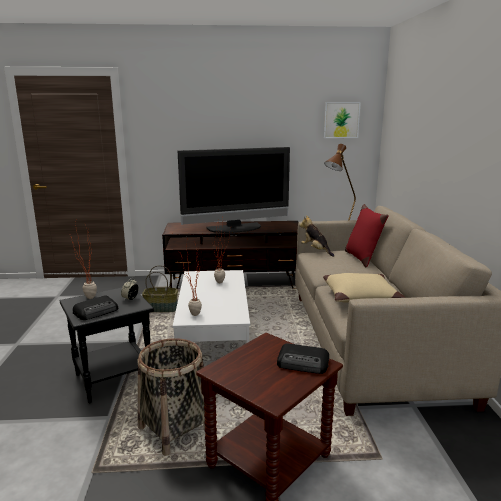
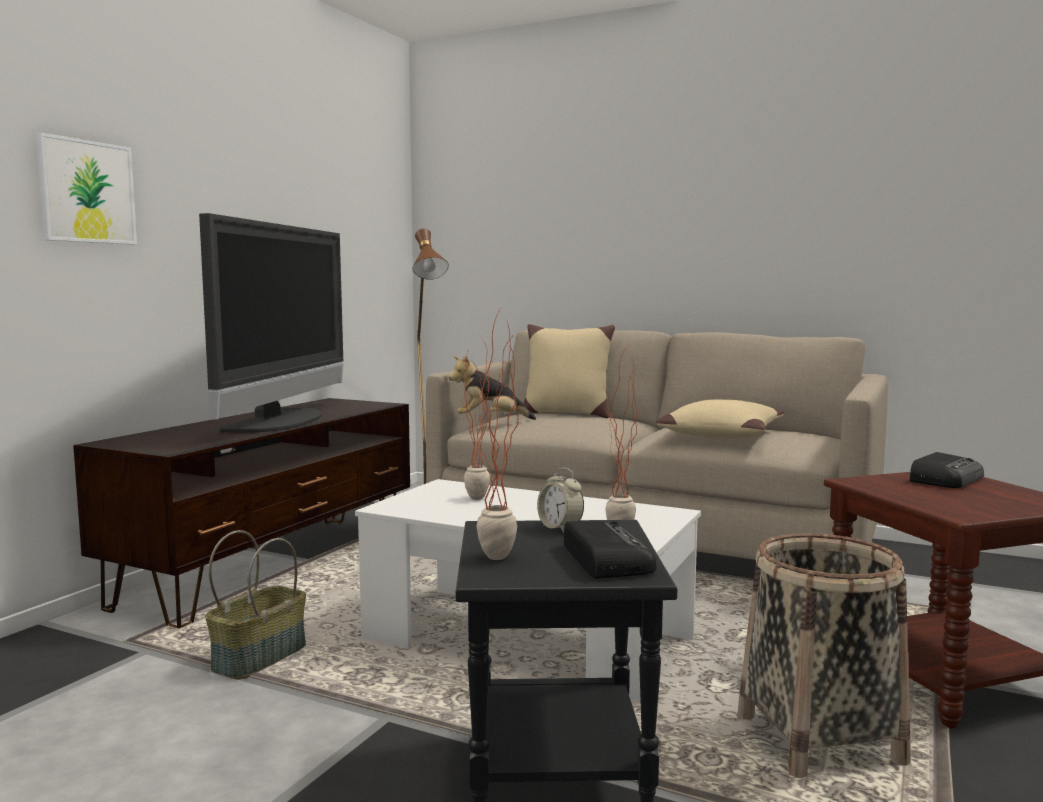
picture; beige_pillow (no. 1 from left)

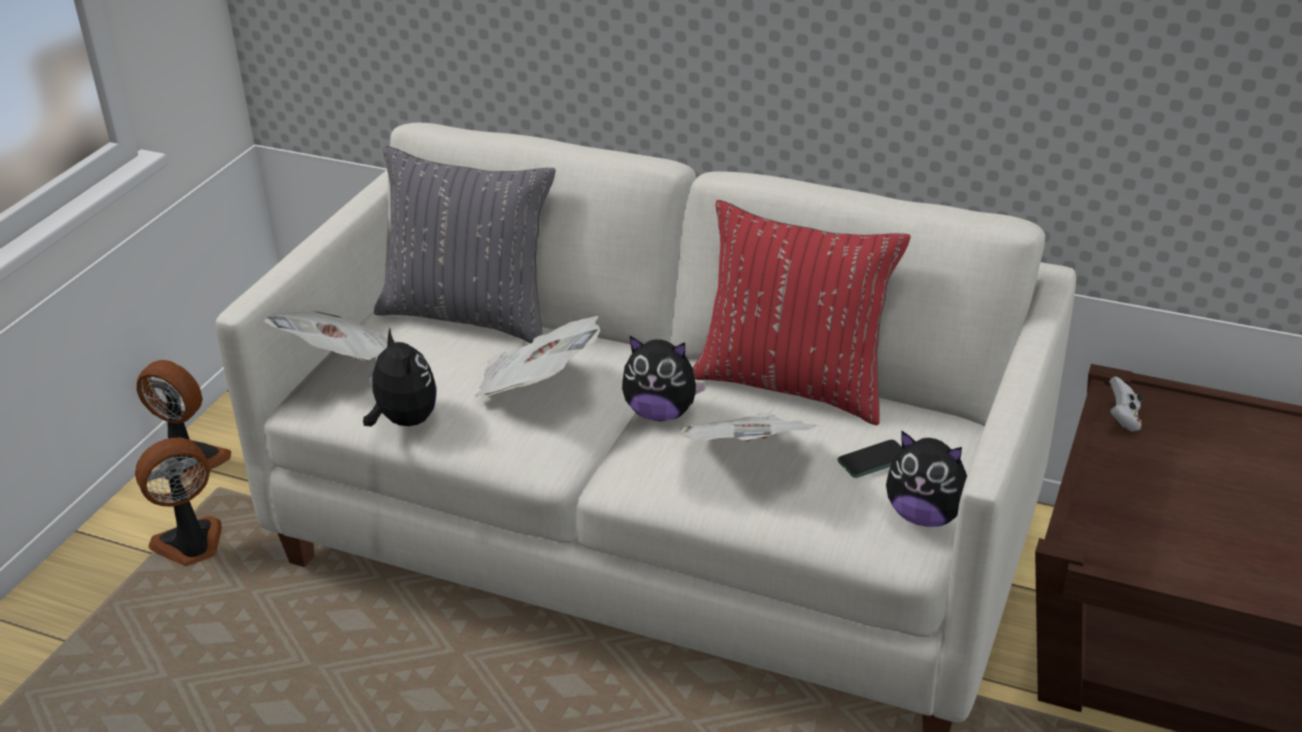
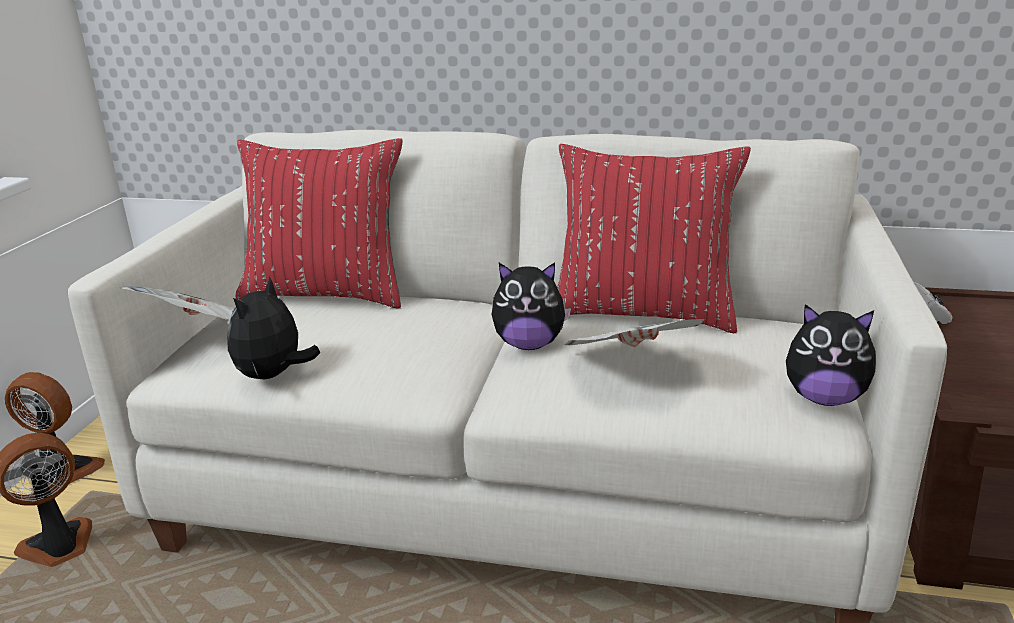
plush_toy (no. 1 from left); red_pillow (no. 1 from left); newspaper (no. 2 from left in the first image); phone

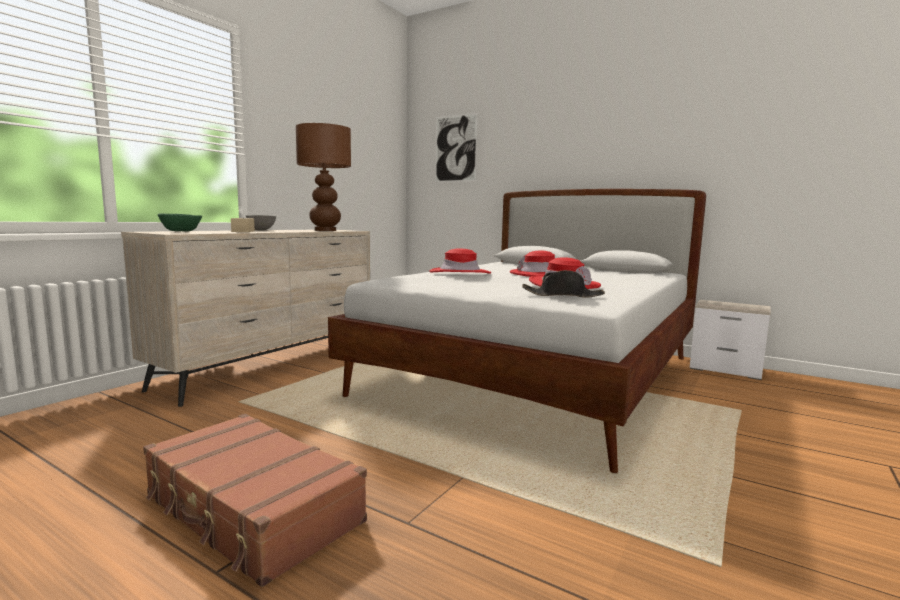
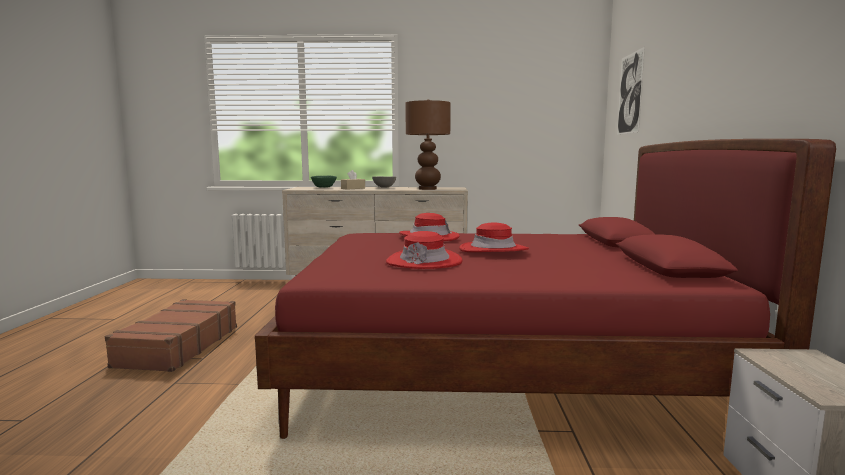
red_bed; black_hat

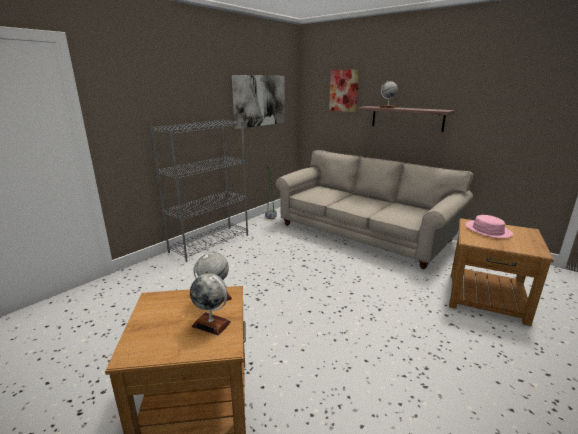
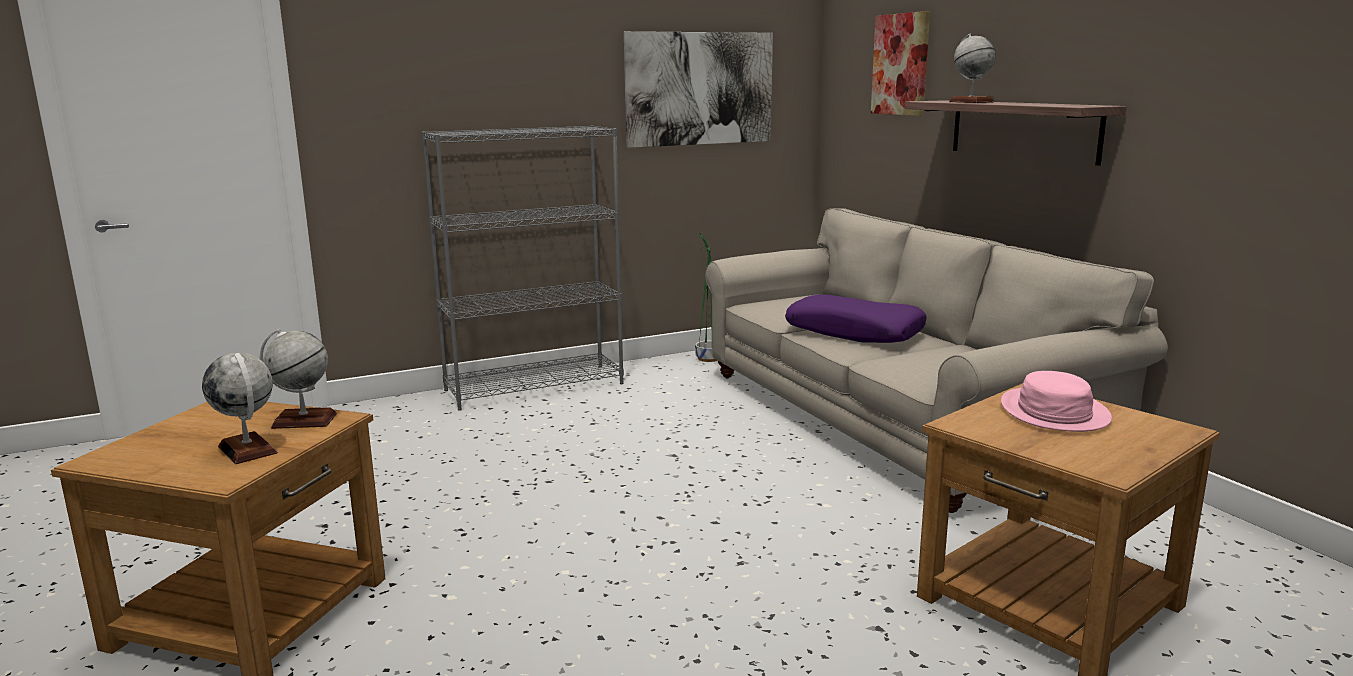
purple_pillow

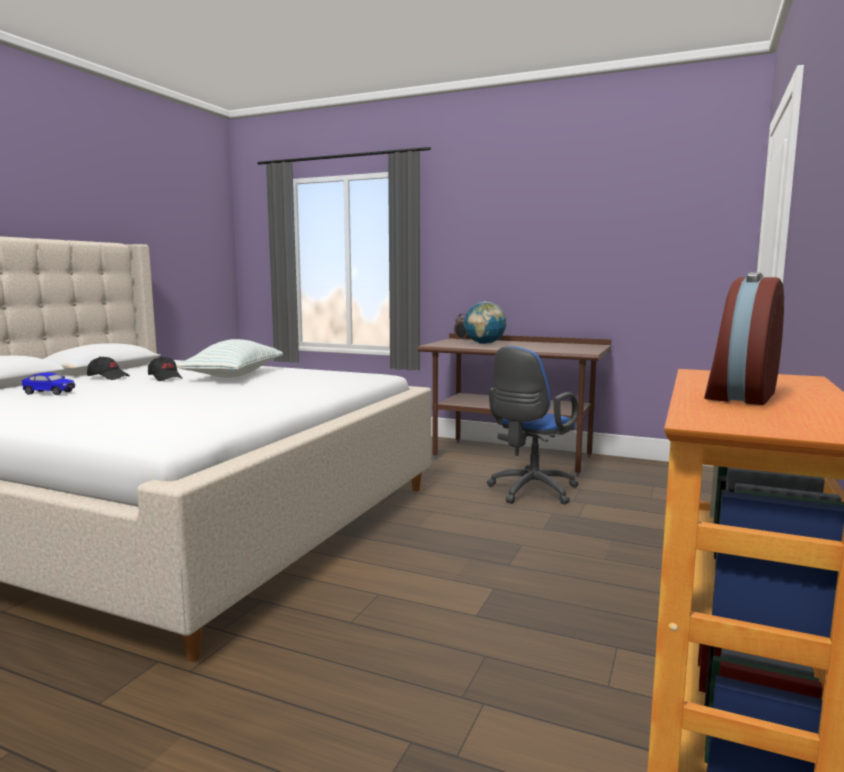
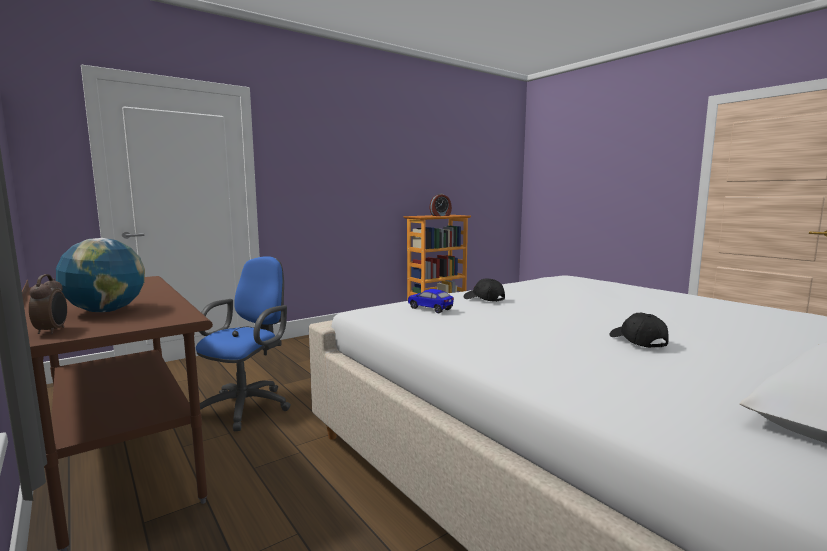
blue_office_chair; toy_car; black_cap (no. 1 from left); pillow

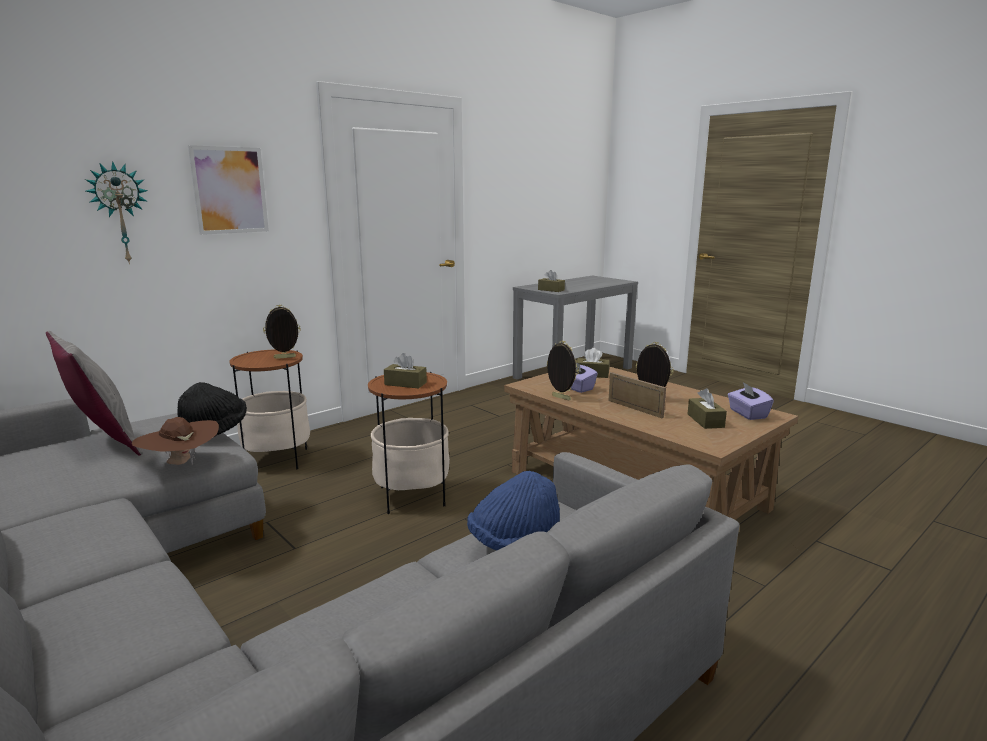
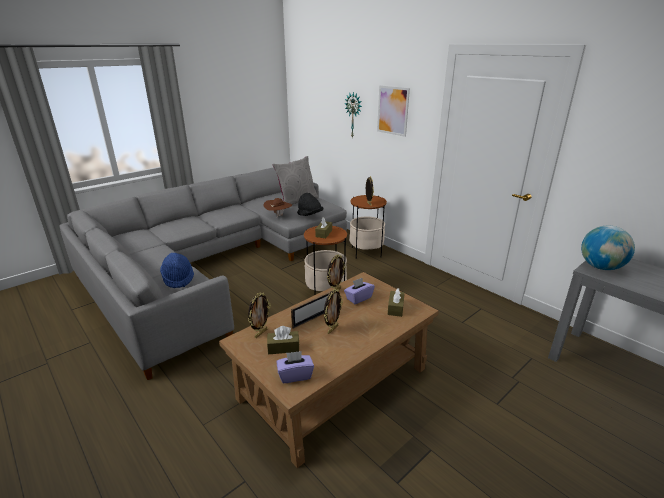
picture_frame (no. 1 from left); globe

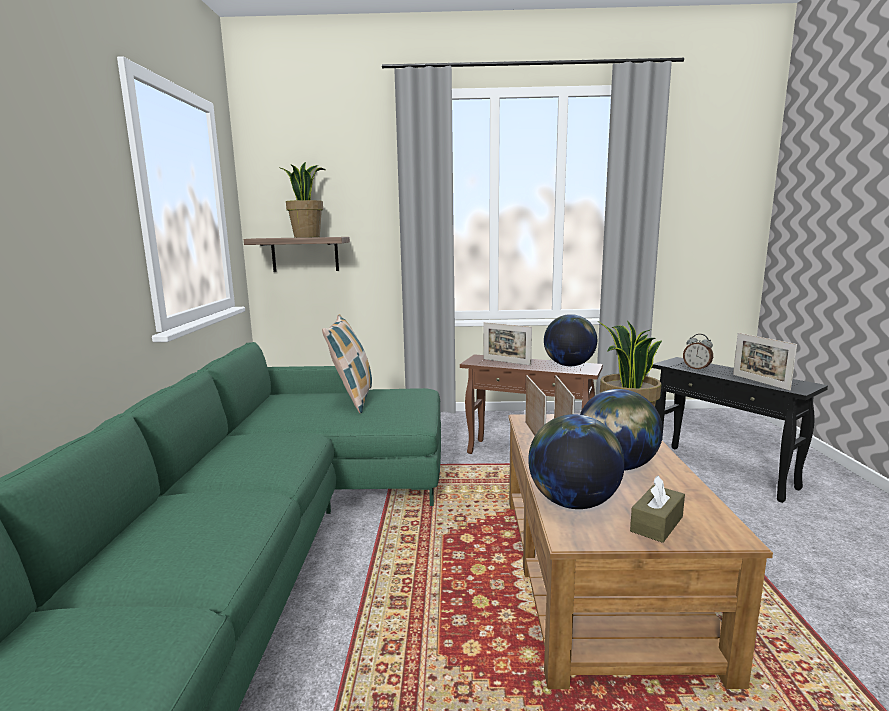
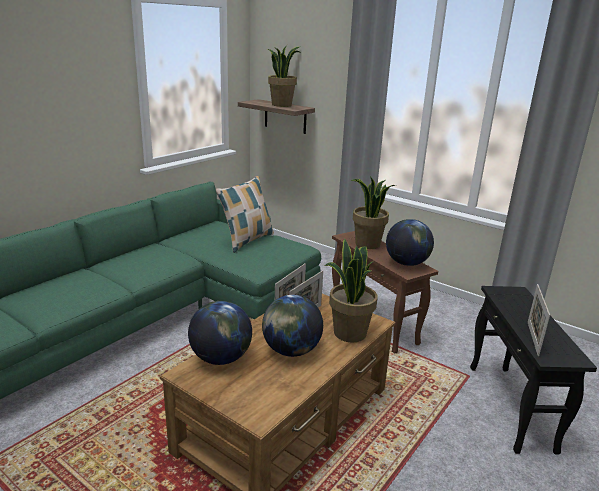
potted_plant (no. 3 from left); brown_tissue_box; alarm_clock

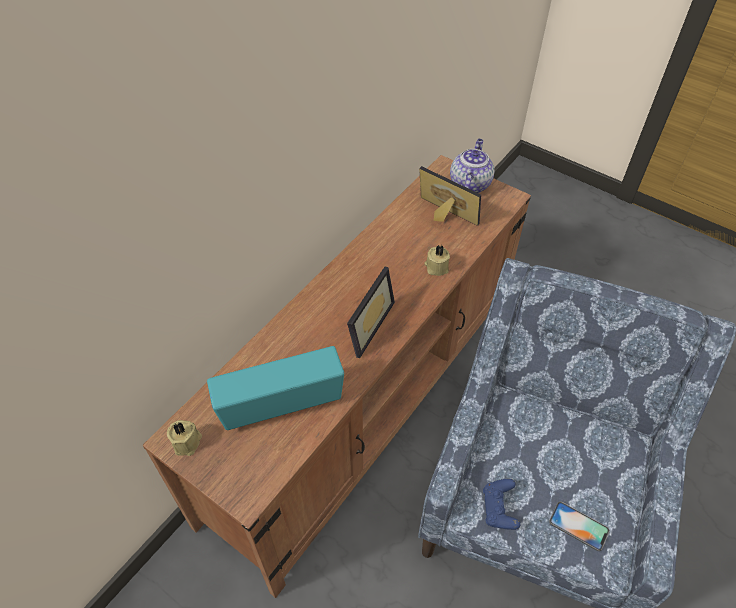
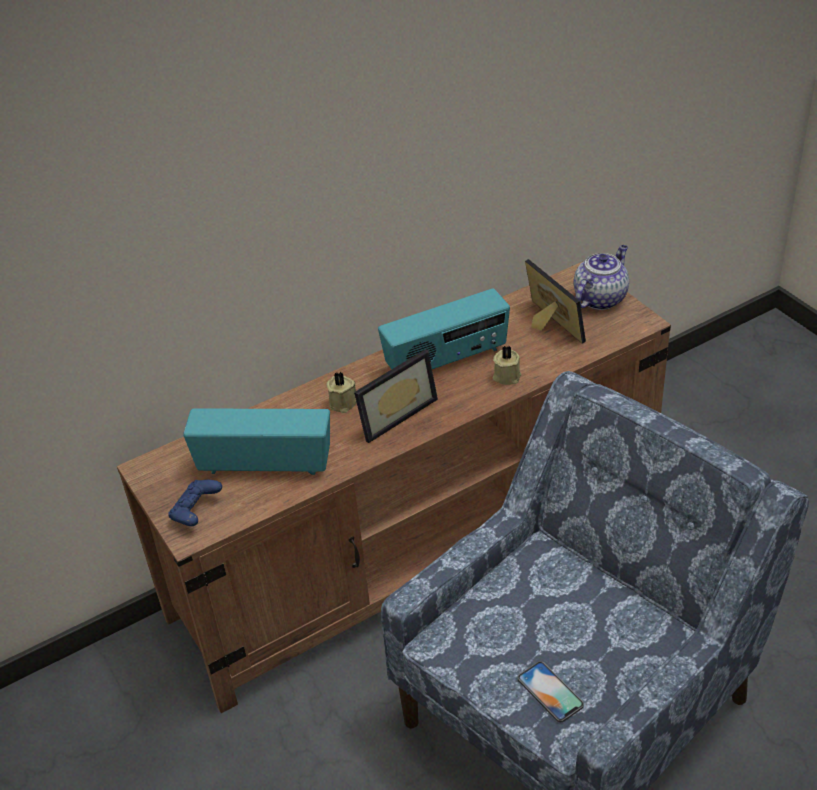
blue_game_controller; beige_candle (no. 1 from left); radio (no. 2 from left)

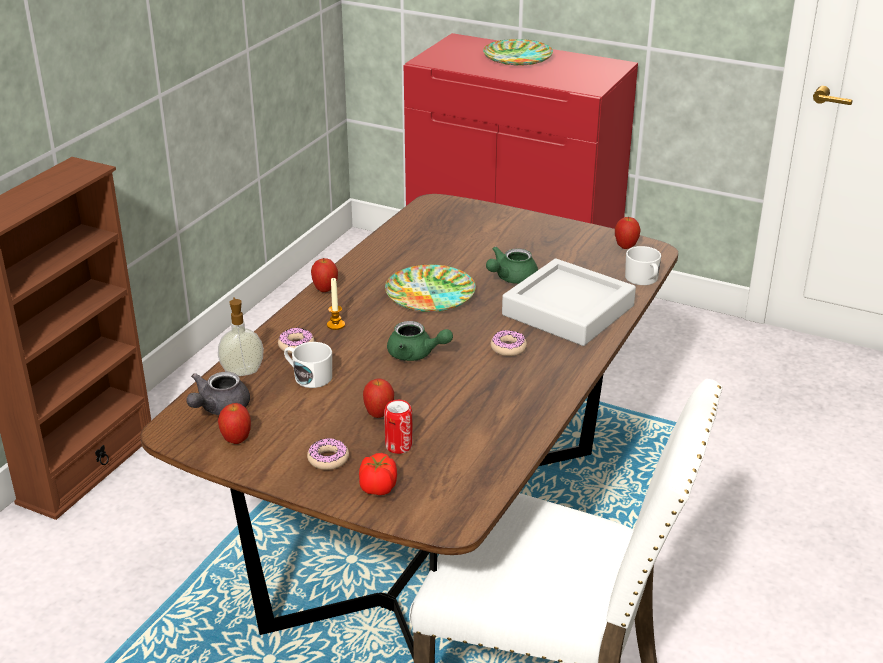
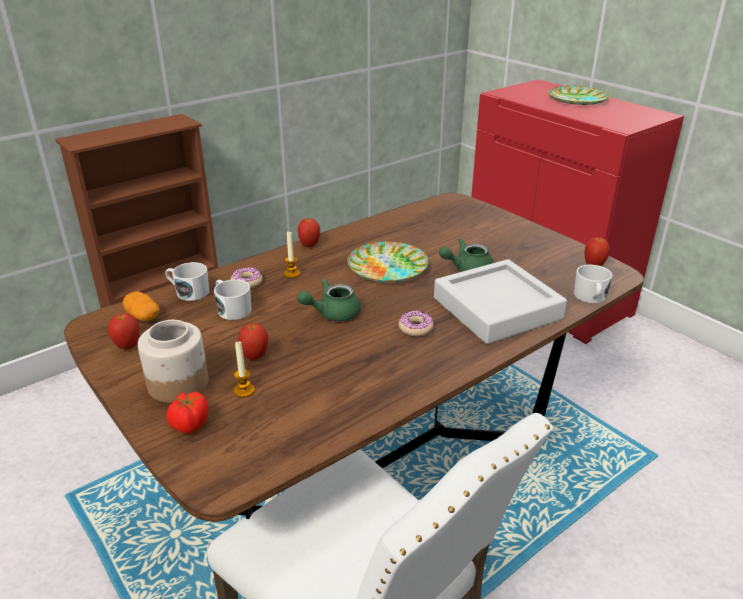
potato; jar; white_mug (no. 1 from left); candle (no. 1 from left); green_teapot (no. 1 from left)

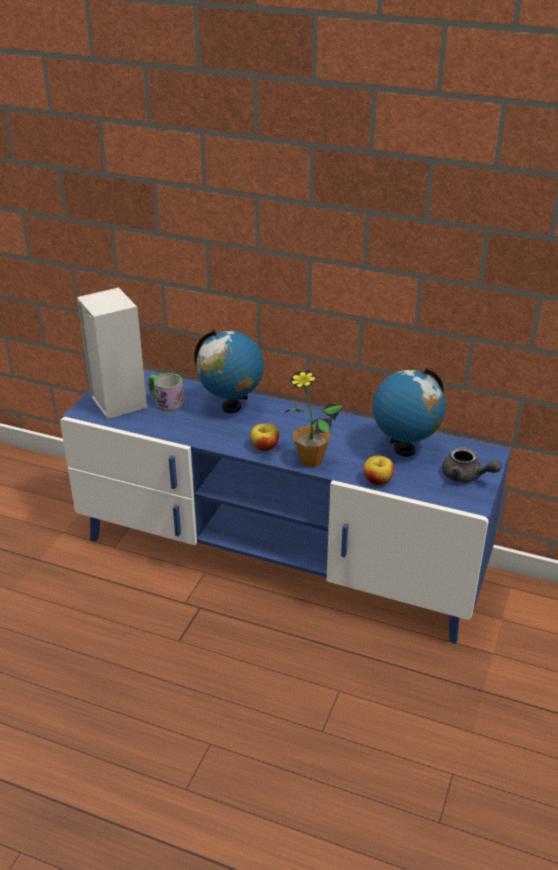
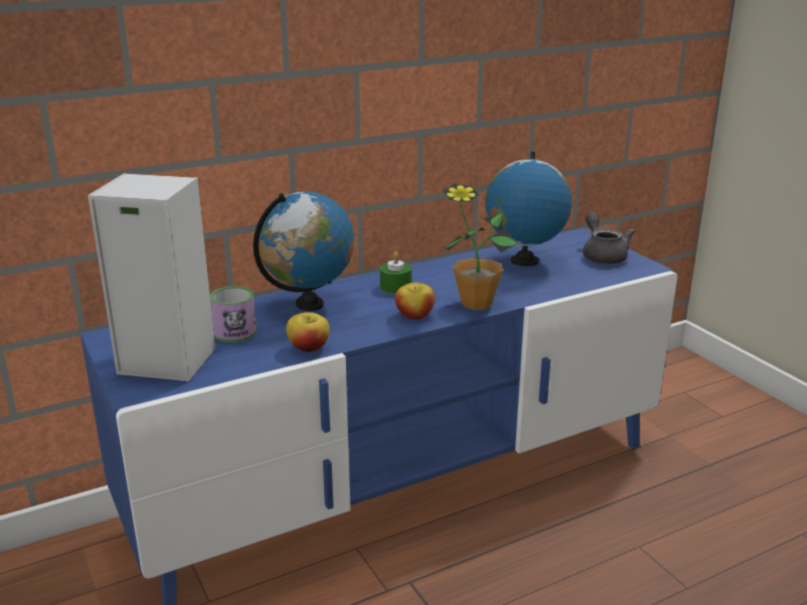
apple (no. 1 from left); green_candle; grey_teapot

